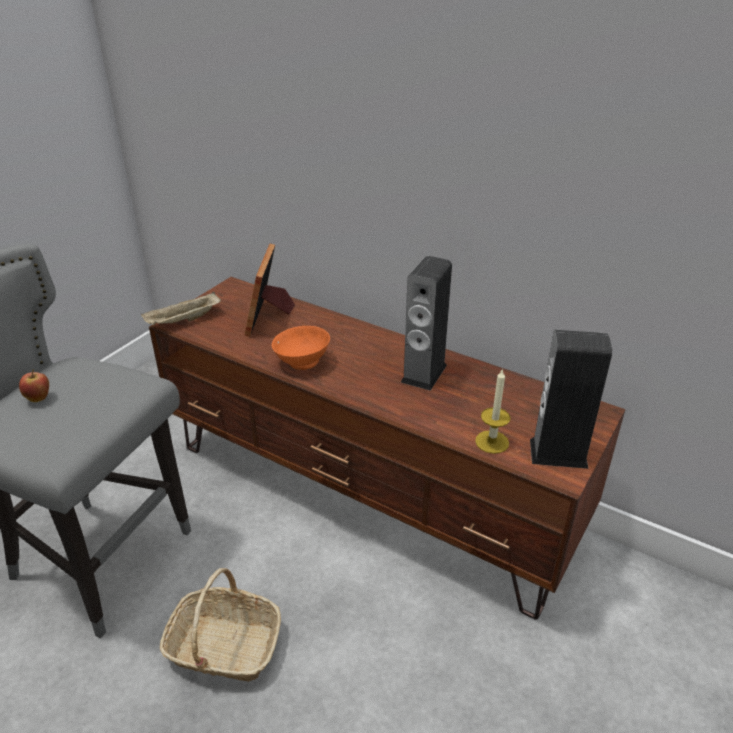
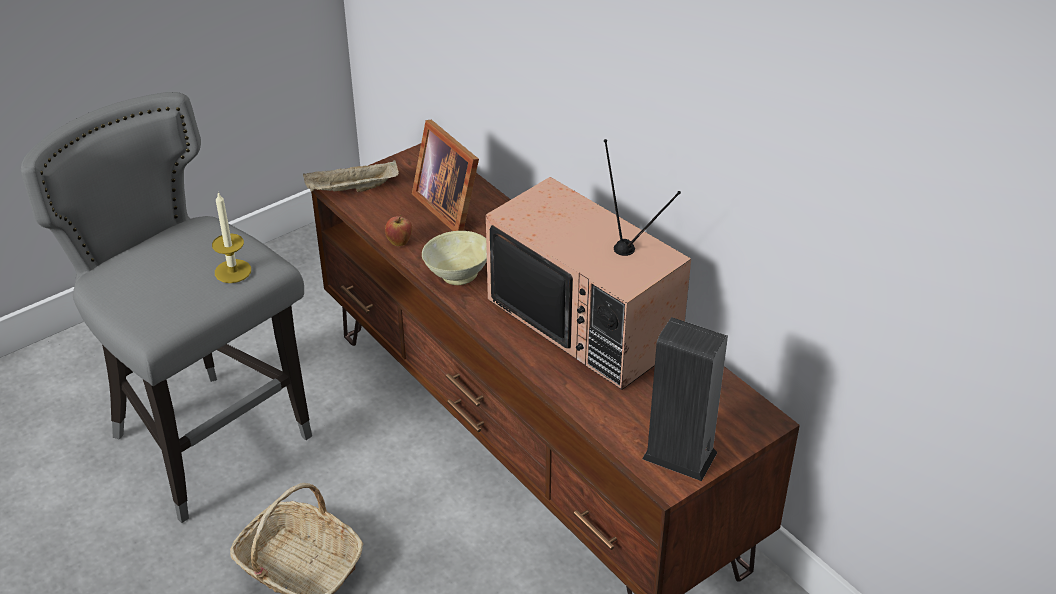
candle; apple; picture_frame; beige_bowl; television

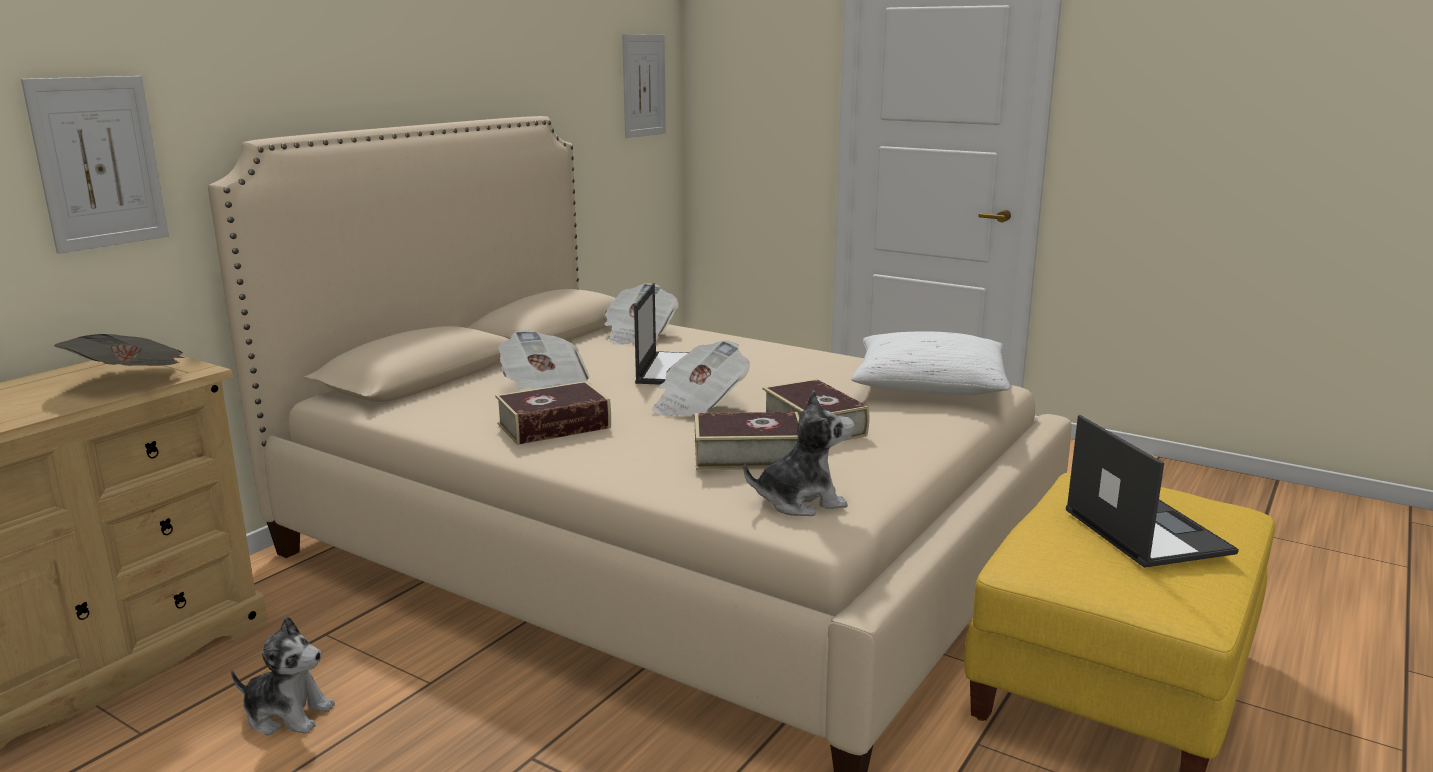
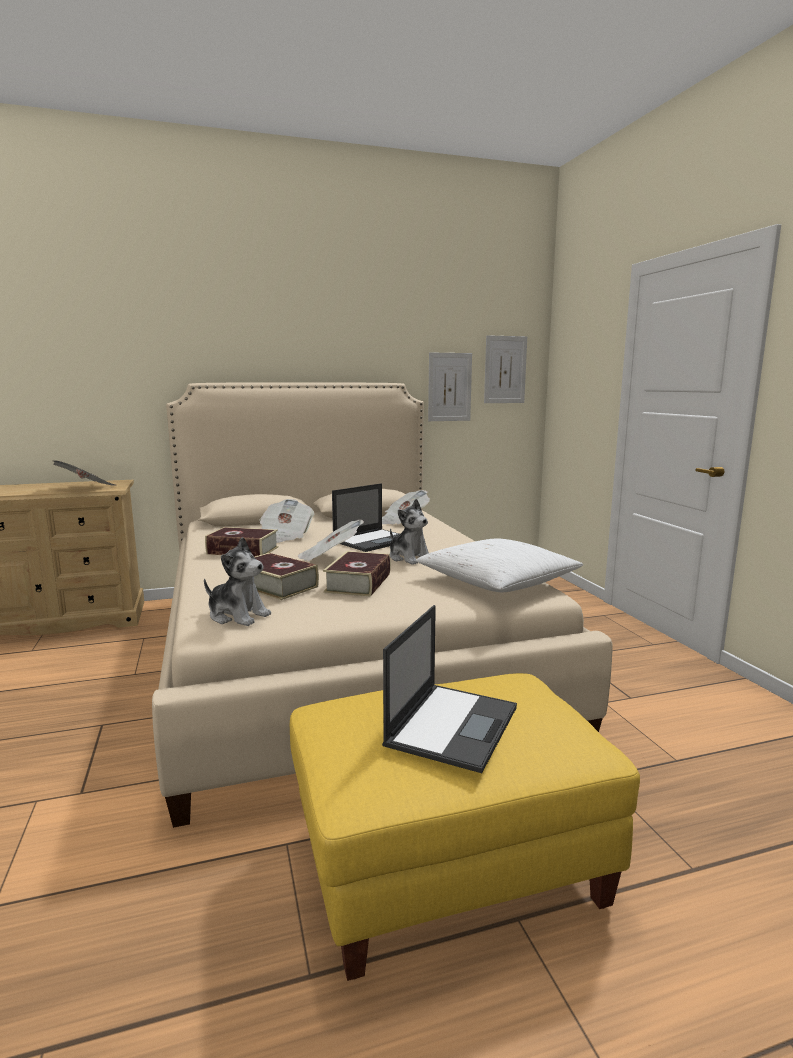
plush_toy (no. 2 from left); picture (no. 1 from left)

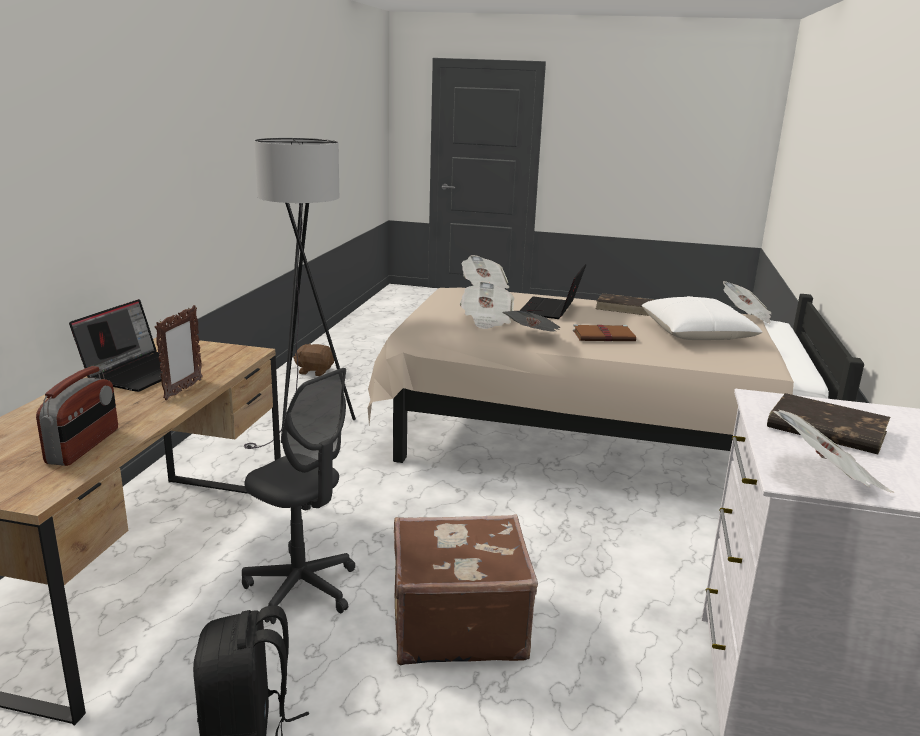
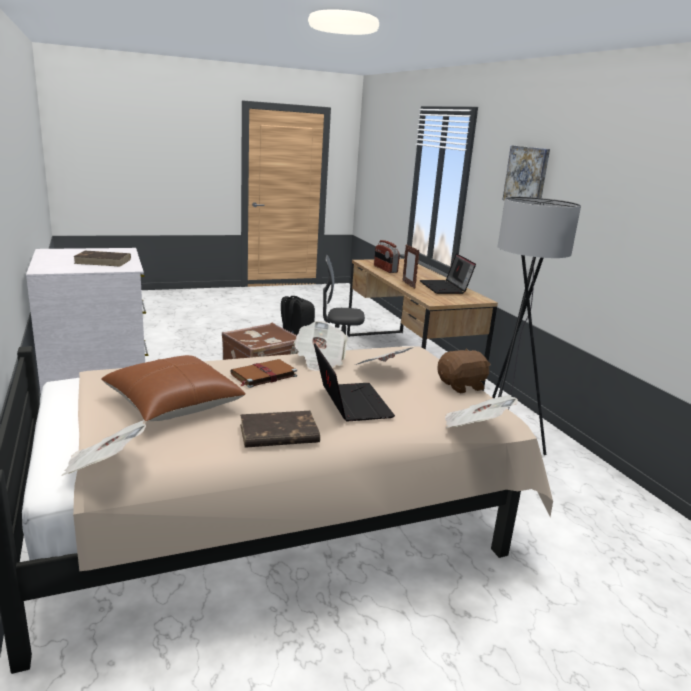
brown_pillow; brown_plush_toy; picture; newspaper (no. 5 from left in the first image)

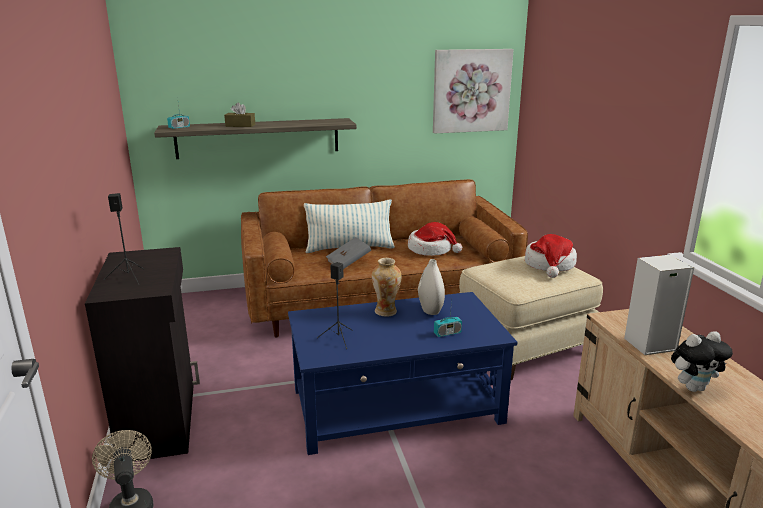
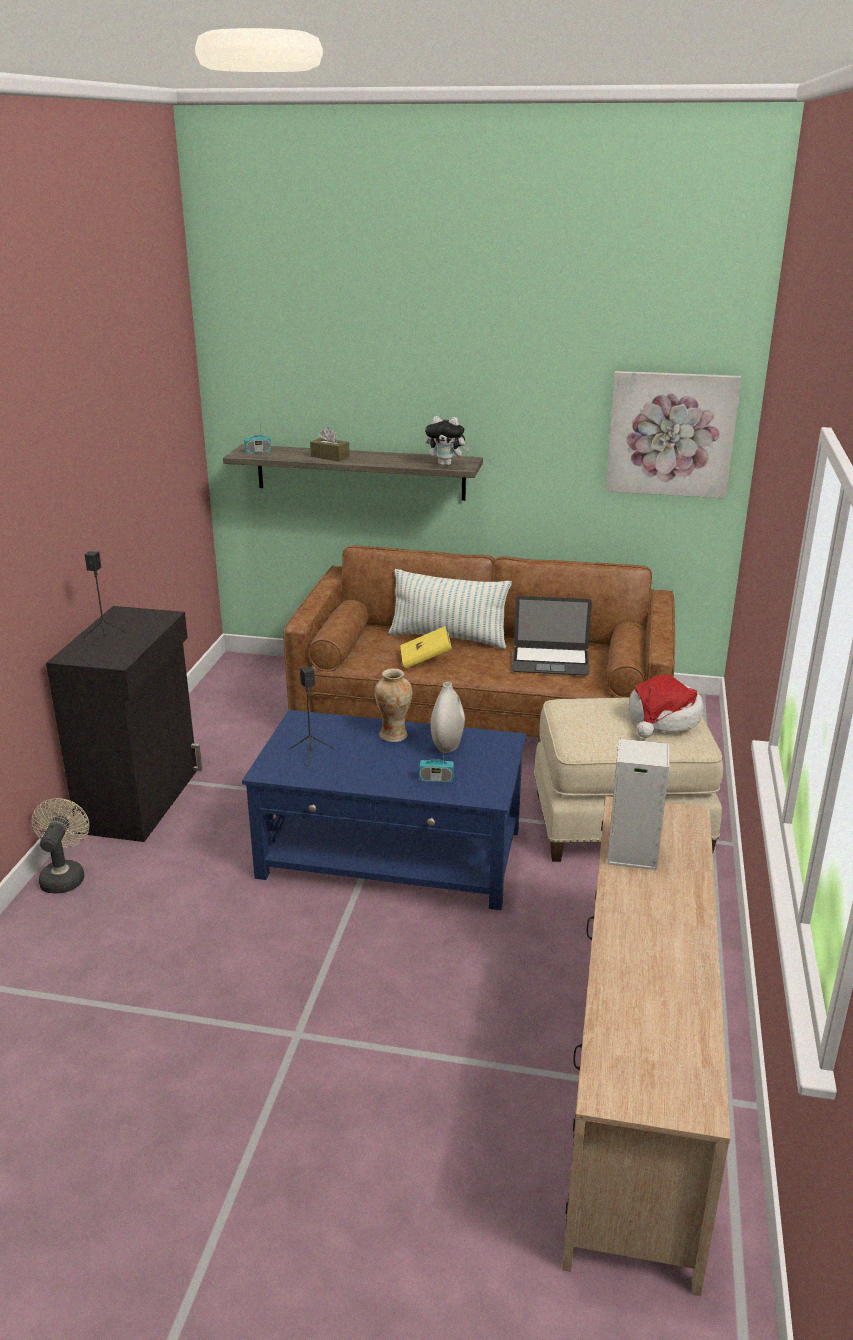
yellow_book; plush_toy; laptop

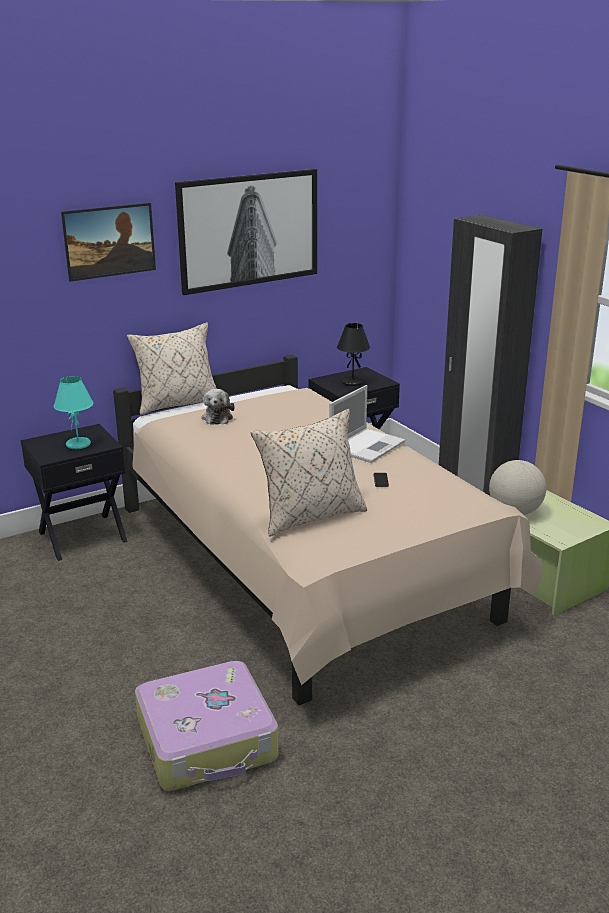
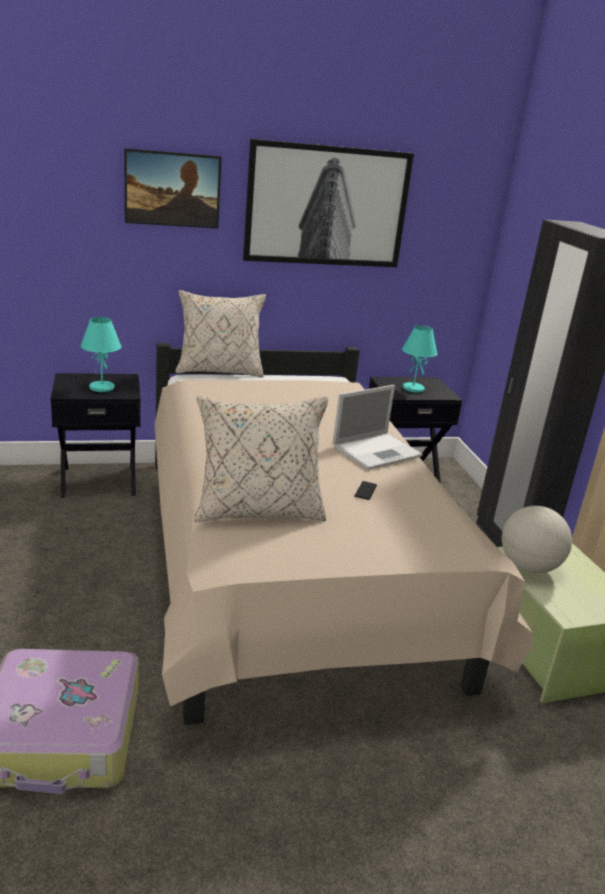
turquoise_table_lamp (no. 2 from left); plush_toy

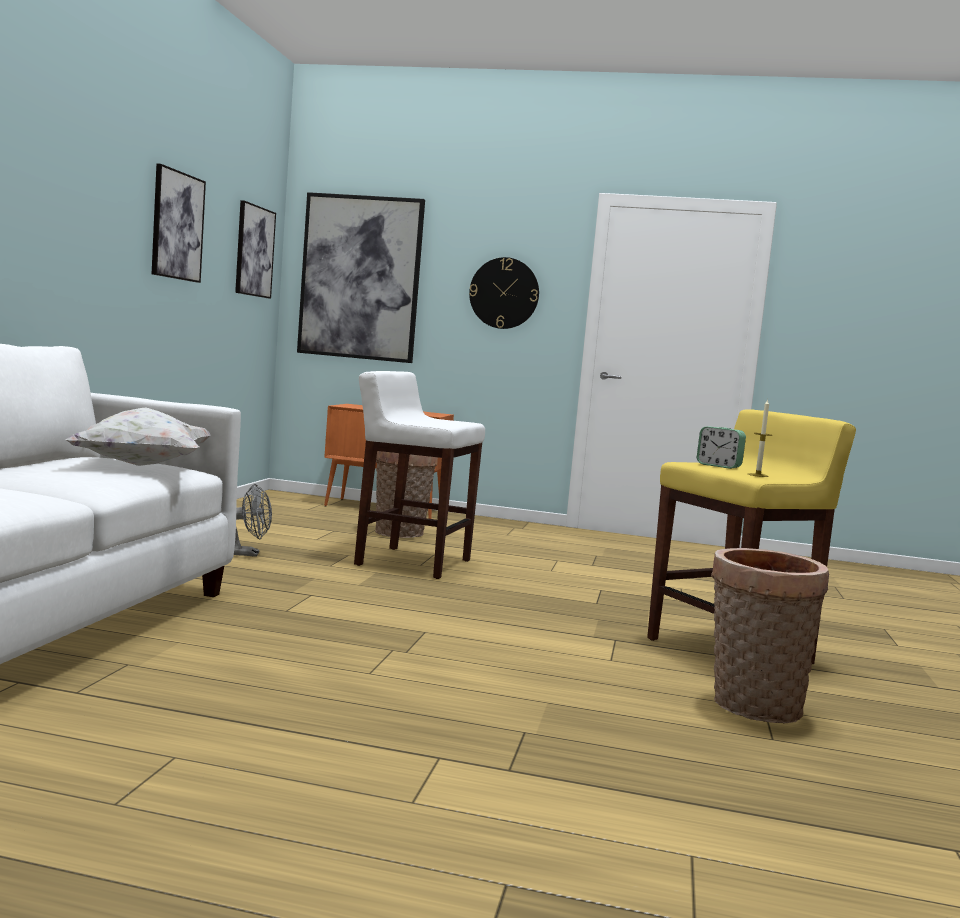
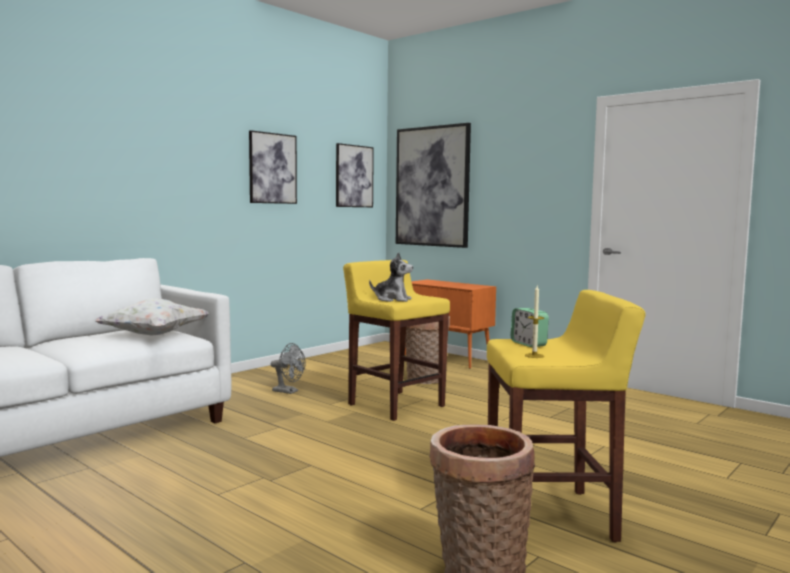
yellow_stool (no. 1 from left); plush_toy; wall_clock

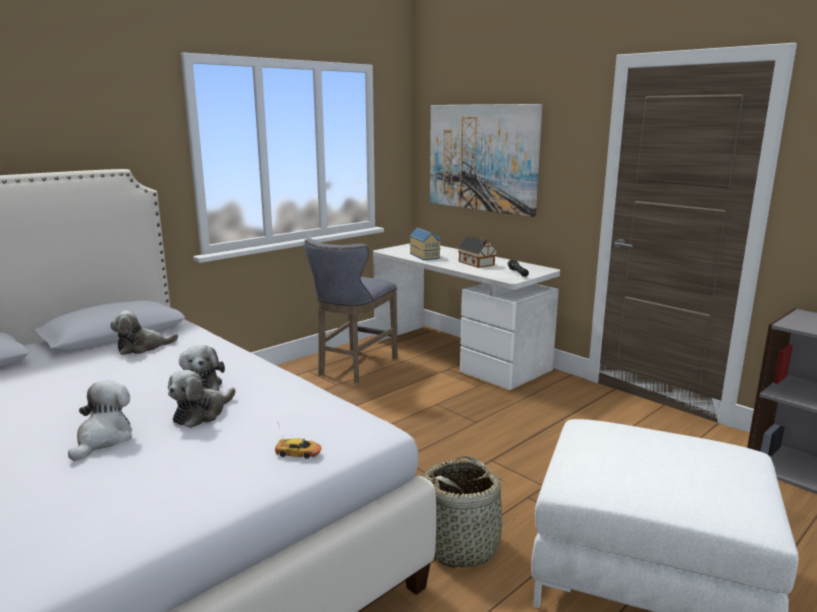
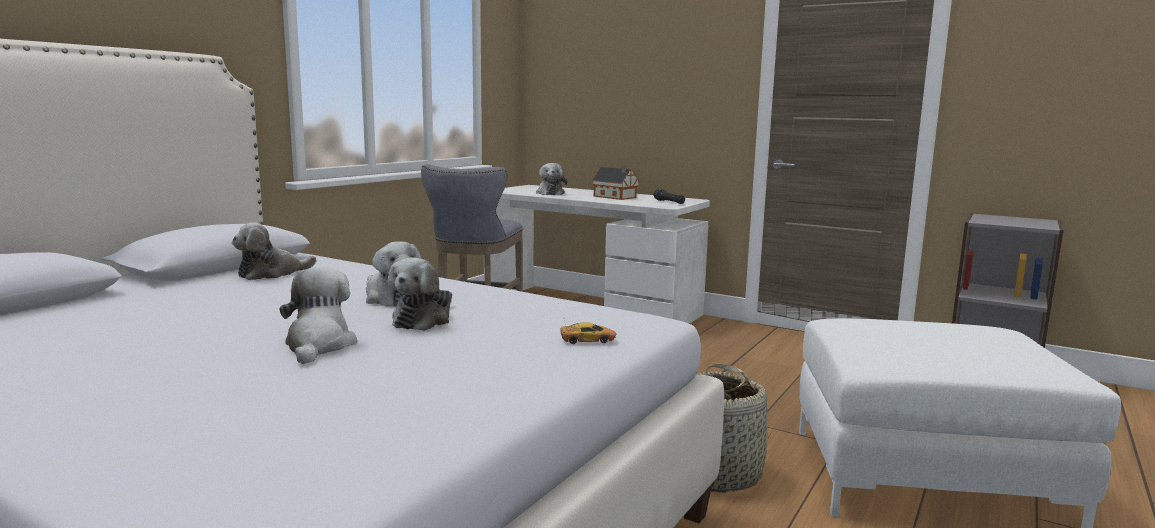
plush_toy (no. 5 from left); picture

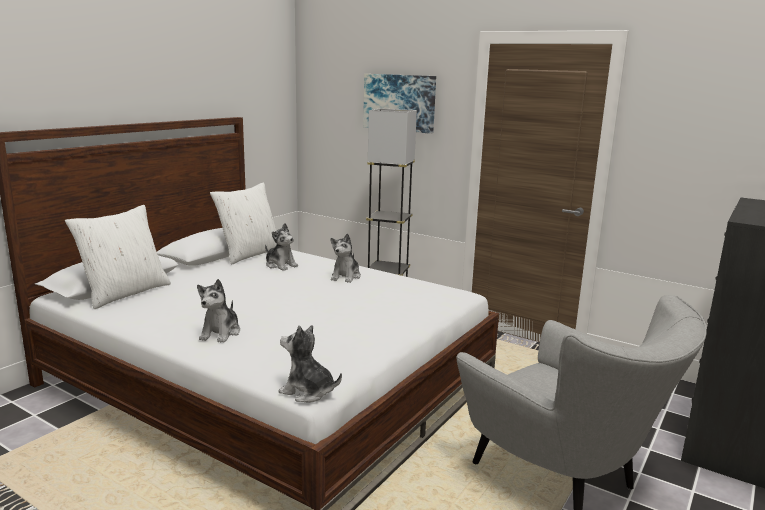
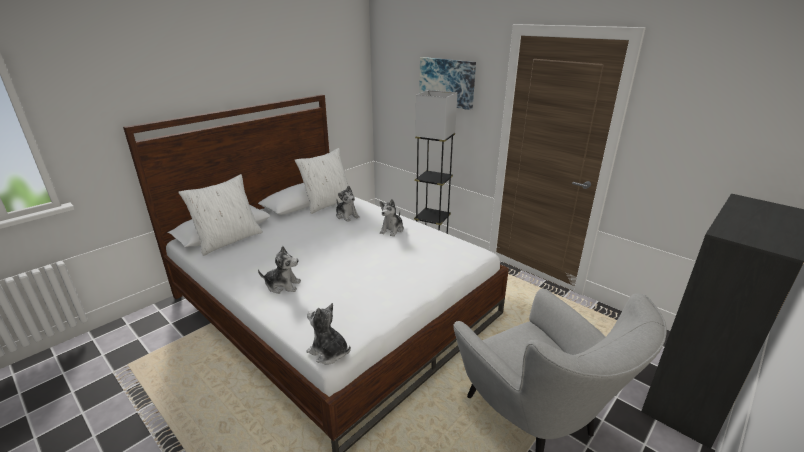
plush_toy (no. 1 from left)

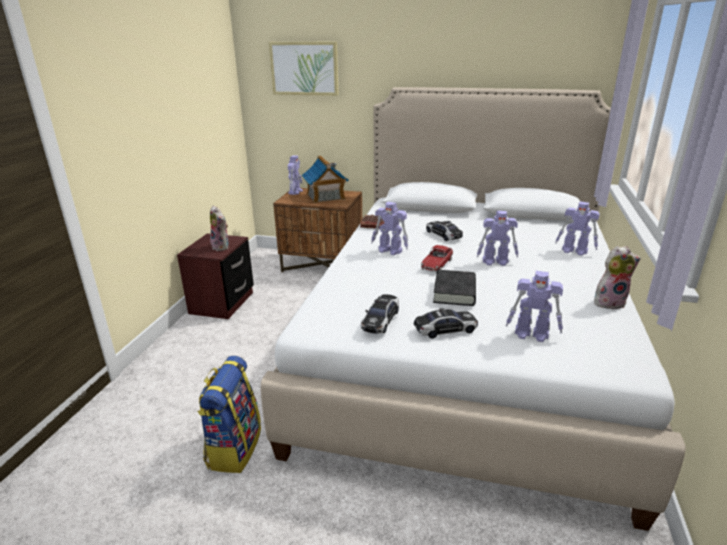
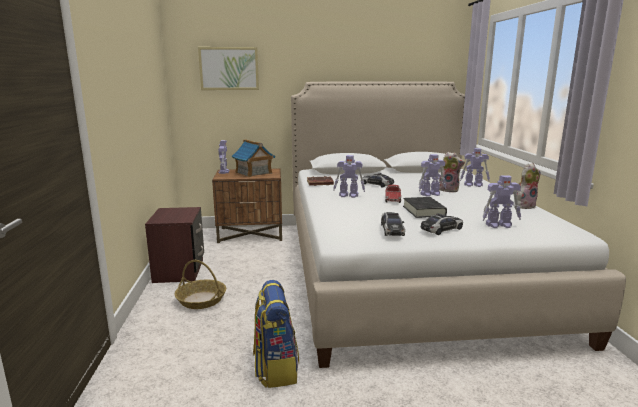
basket; plush_toy (no. 1 from left)

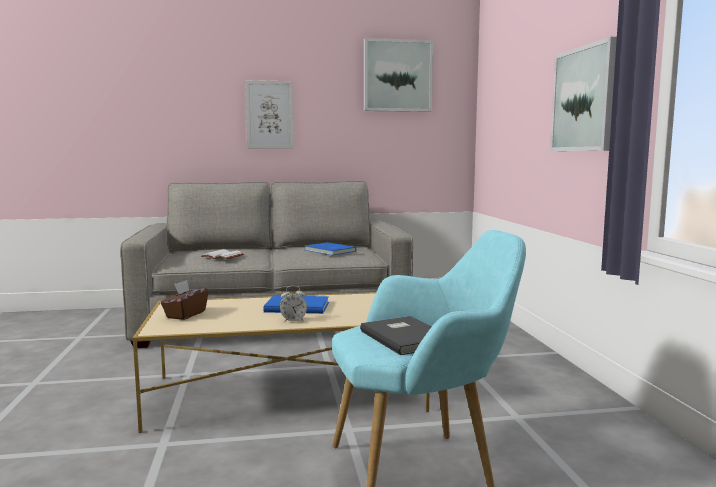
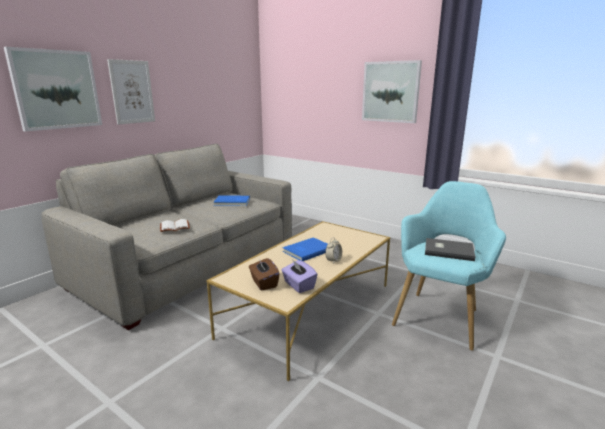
picture (no. 1 from left); purple_tissue_box

